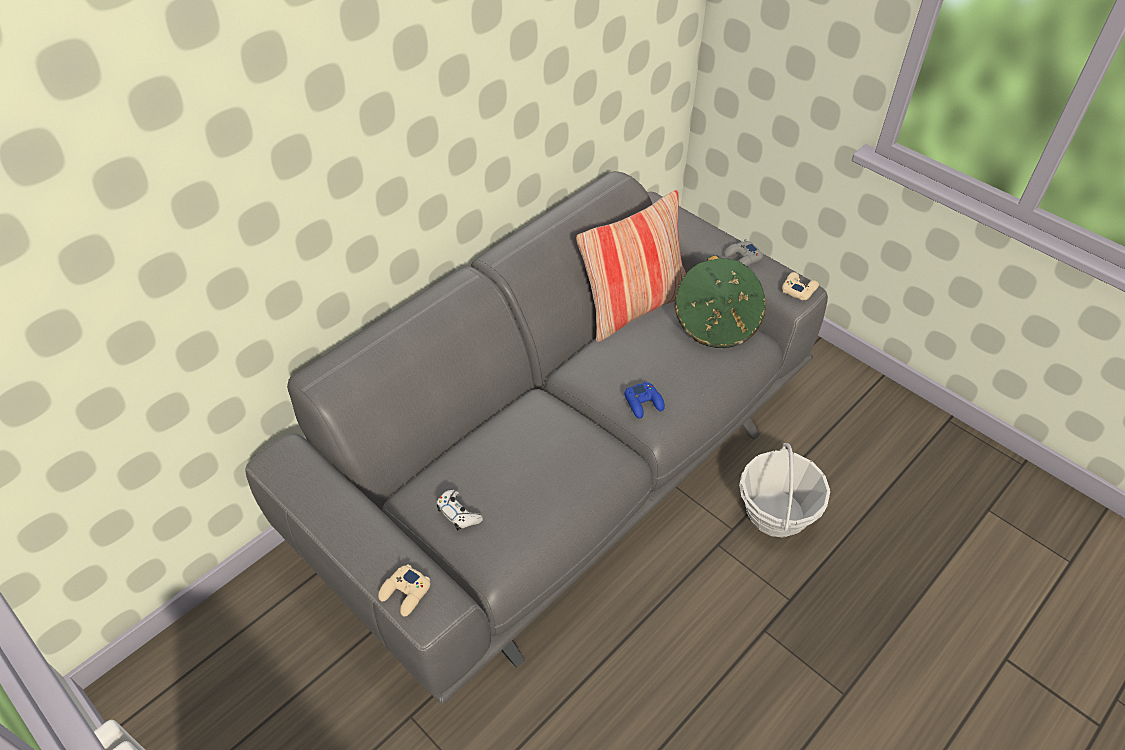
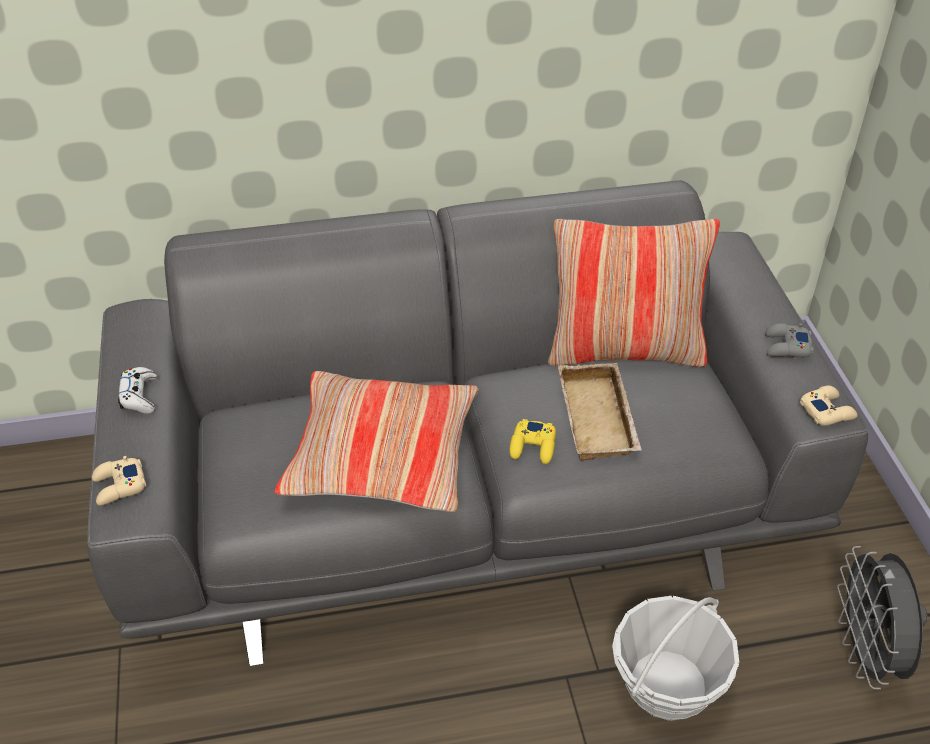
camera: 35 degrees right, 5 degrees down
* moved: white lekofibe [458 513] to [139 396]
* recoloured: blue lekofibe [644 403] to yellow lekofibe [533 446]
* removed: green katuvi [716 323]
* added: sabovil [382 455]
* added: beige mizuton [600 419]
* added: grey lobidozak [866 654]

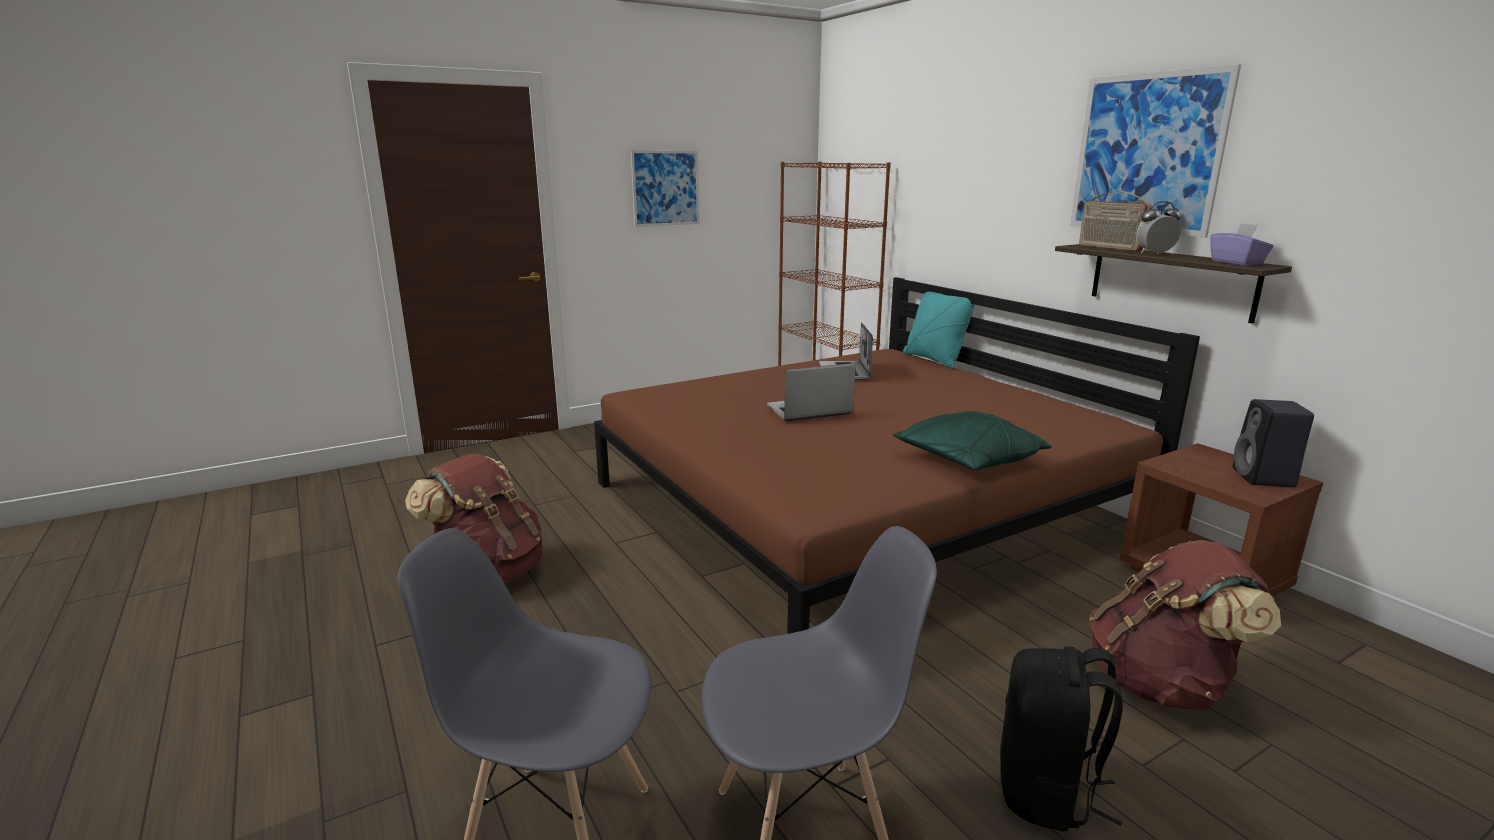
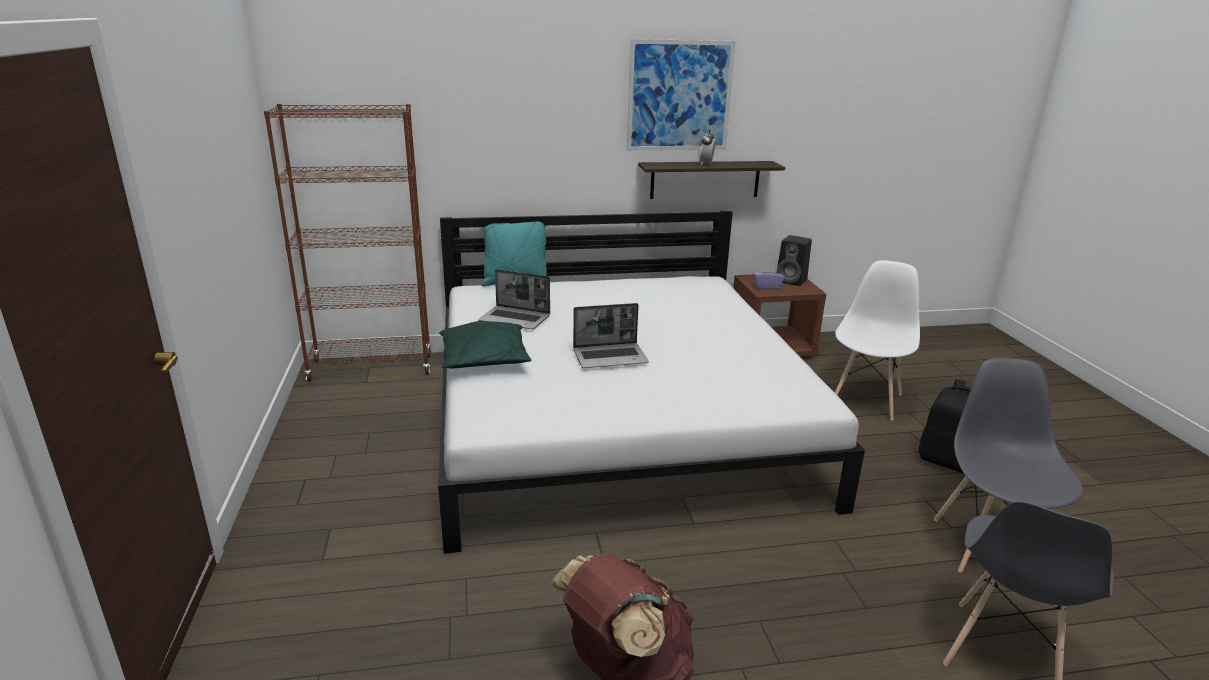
camera: 70 degrees left, 5 degrees up
* recoloured: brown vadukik [859 507] to white vadukik [616 419]
* removed: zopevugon [665 188]
* turned: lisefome [808 411] = [611 357] 105 degrees counterclockwise
* moved: green sabovil [968 460] to [485 361]
* removed: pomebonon [1109 248]
* replaced: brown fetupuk [1162 684] to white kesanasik [866 399]
* moved: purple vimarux [1237 262] to [767 287]

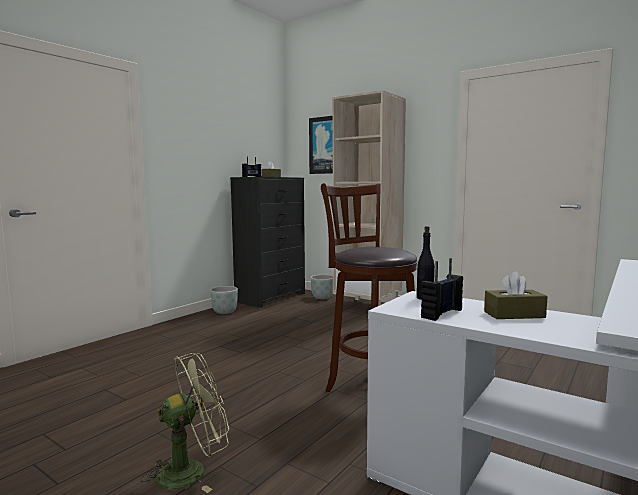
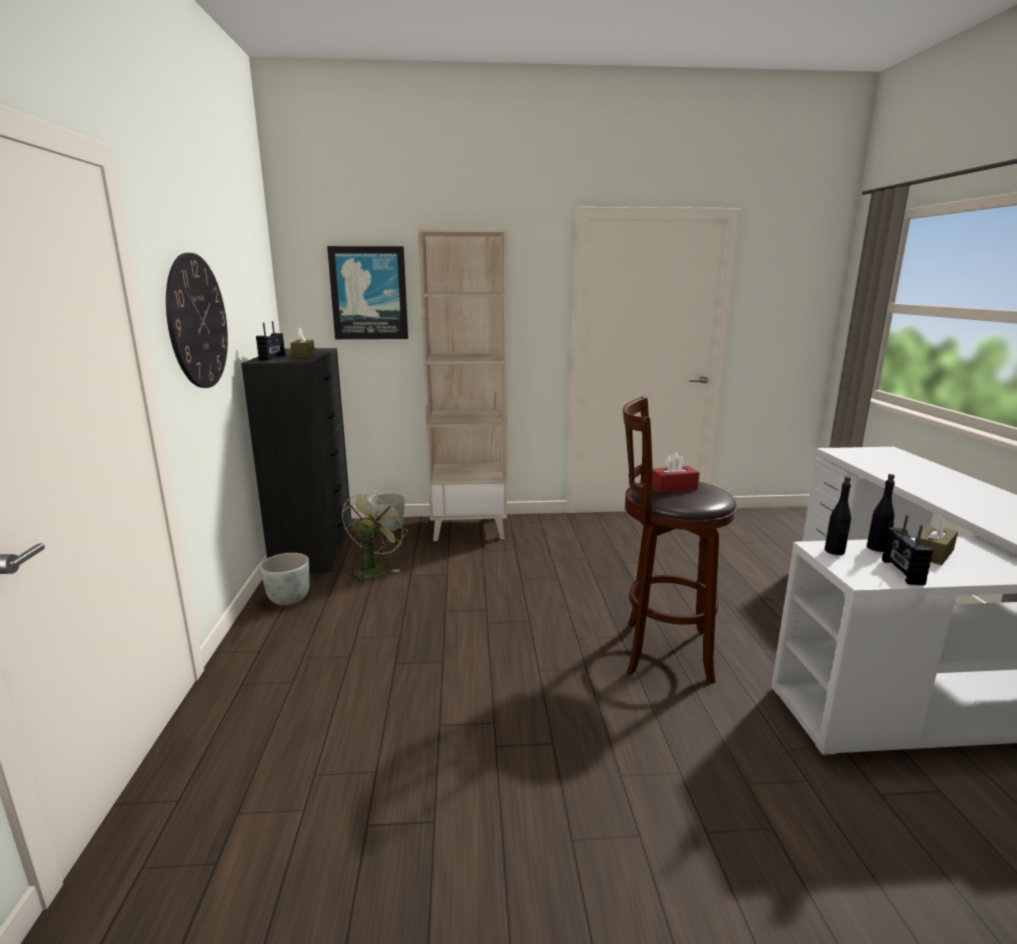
camera: 40 degrees left, 10 degrees up
* moved: green lobidozak [191 470] to [373 568]
* added: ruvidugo [197 322]
* added: red vimarux [673 487]
* added: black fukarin [877 548]

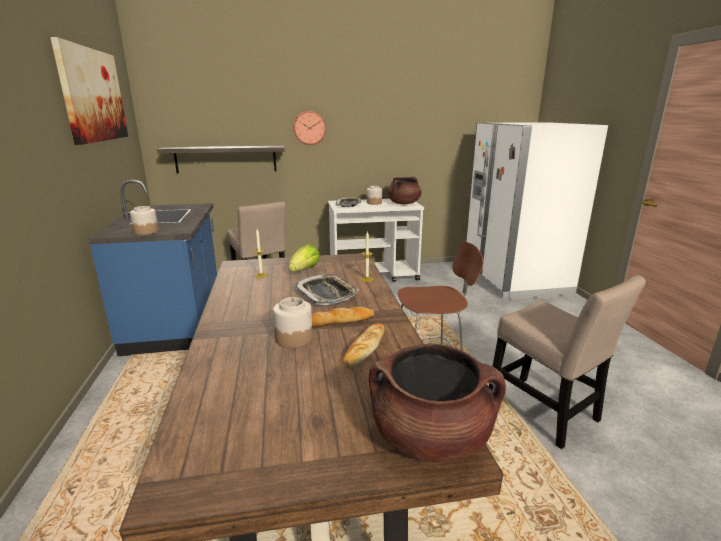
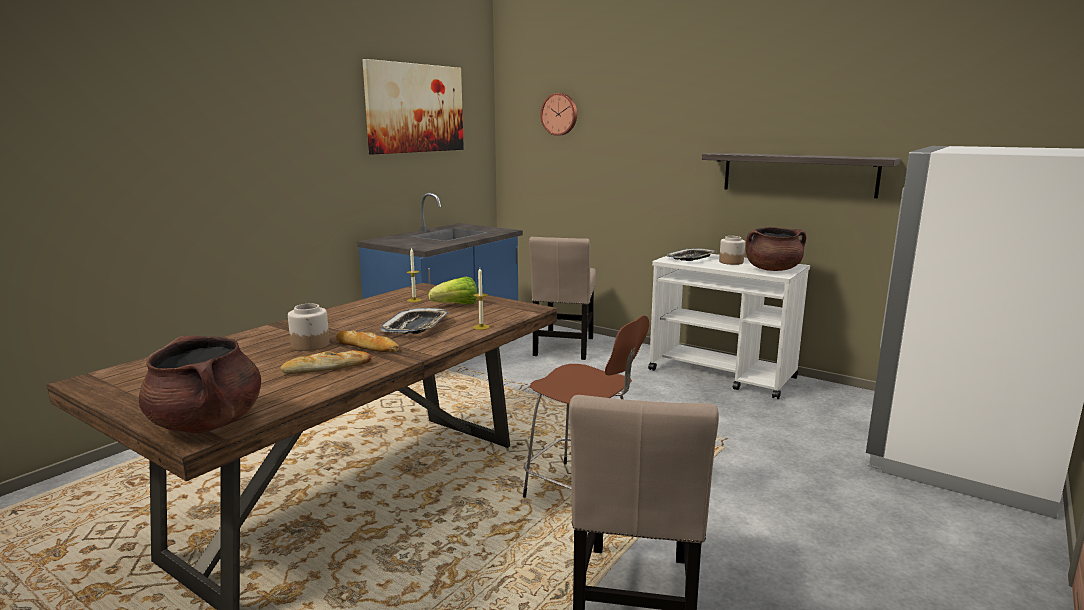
camera: 45 degrees right, 5 degrees down
* removed: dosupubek [146 231]
* moved: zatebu [226 159] to [798 174]
* moved: ruvidugo [309 128] to [560 114]

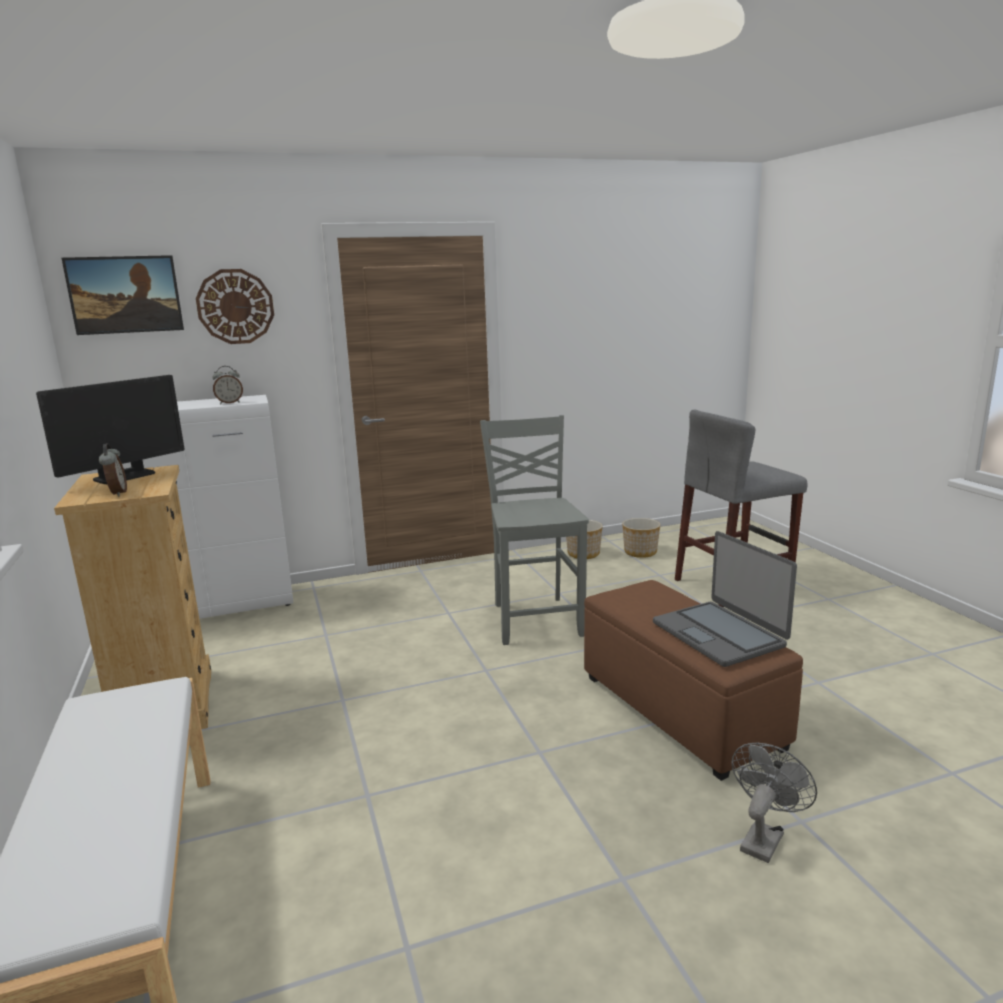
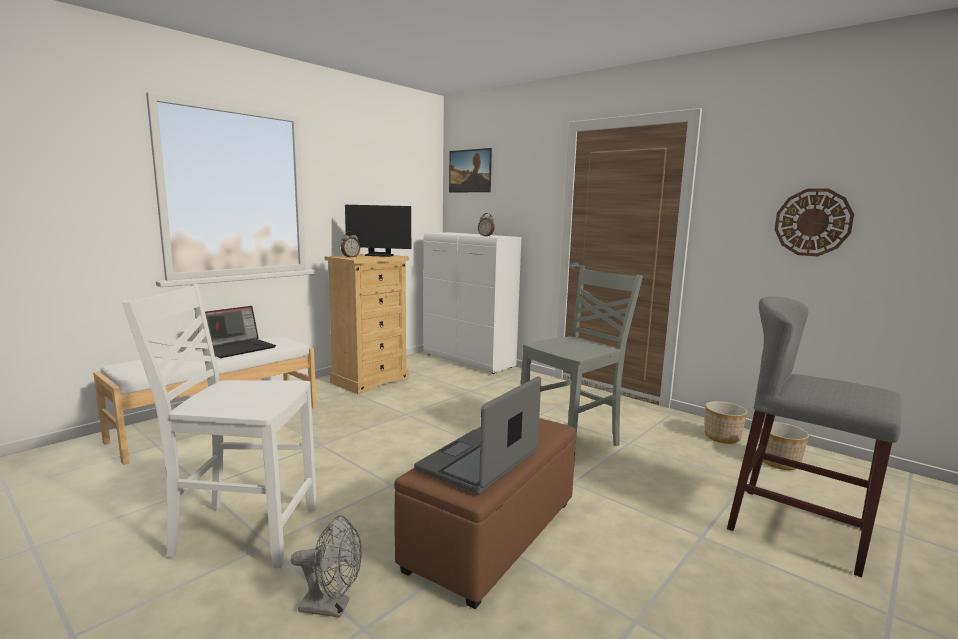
camera: 60 degrees right, 5 degrees down
* moved: ruvidugo [235 306] to [812 222]
* added: white kesanasik [243 532]
* added: lisefome [238 348]

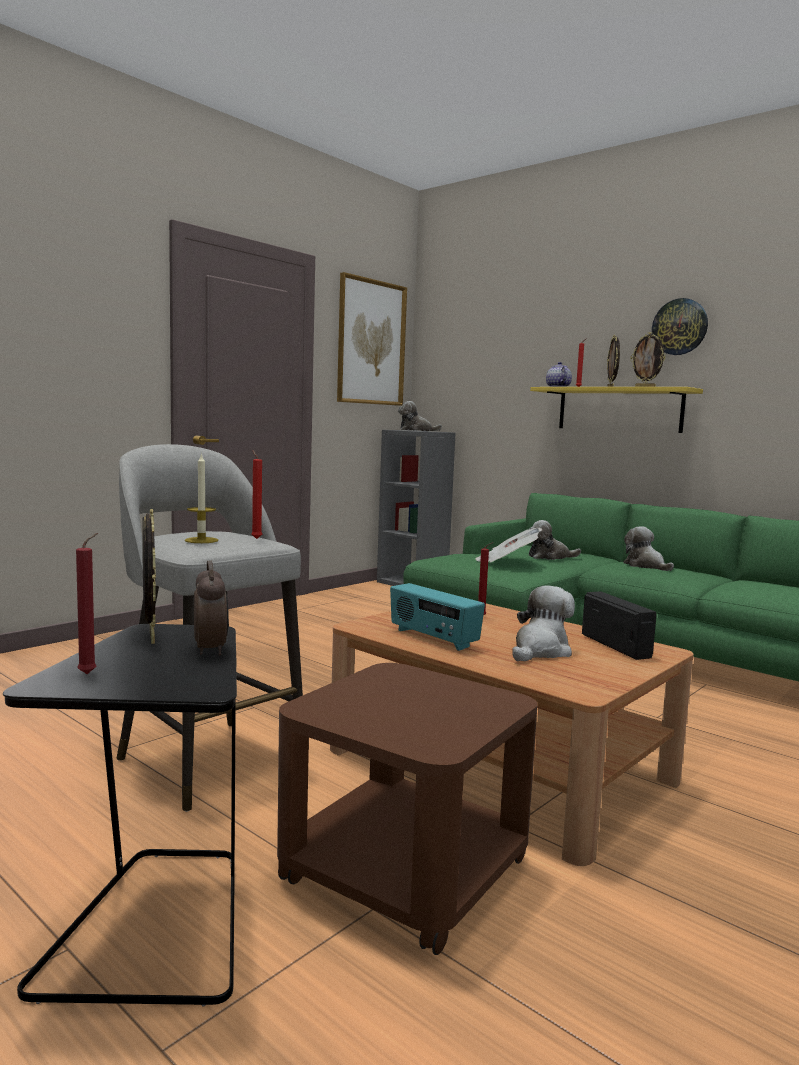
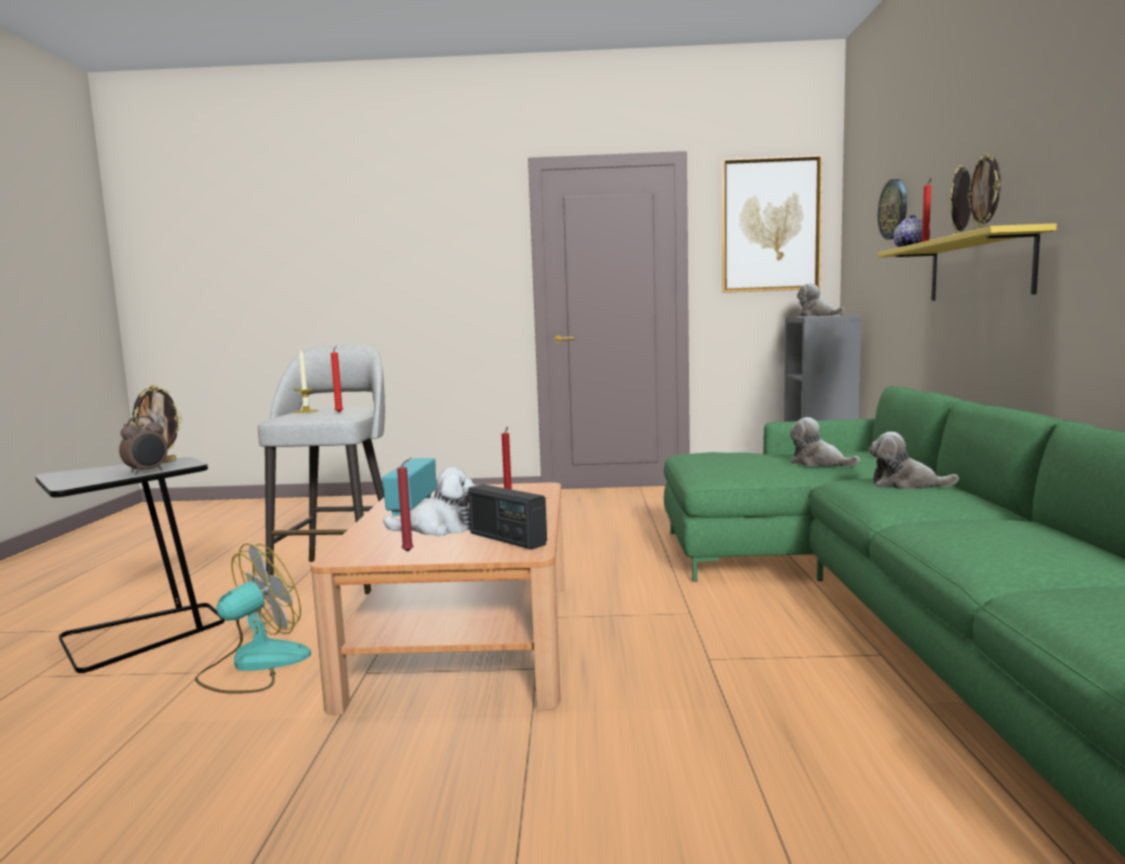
camera: 50 degrees right, 0 degrees up
* moved: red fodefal [90 673] to [410 551]
* replaced: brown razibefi [404 872] to lobidozak [254 665]
* removed: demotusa [507 562]
* turned: pomebonon [616 646] = [507 539] 105 degrees clockwise
* turned: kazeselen [646 566] = [905 485] 90 degrees counterclockwise
* moved: ruvidugo [679 327] to [894 209]

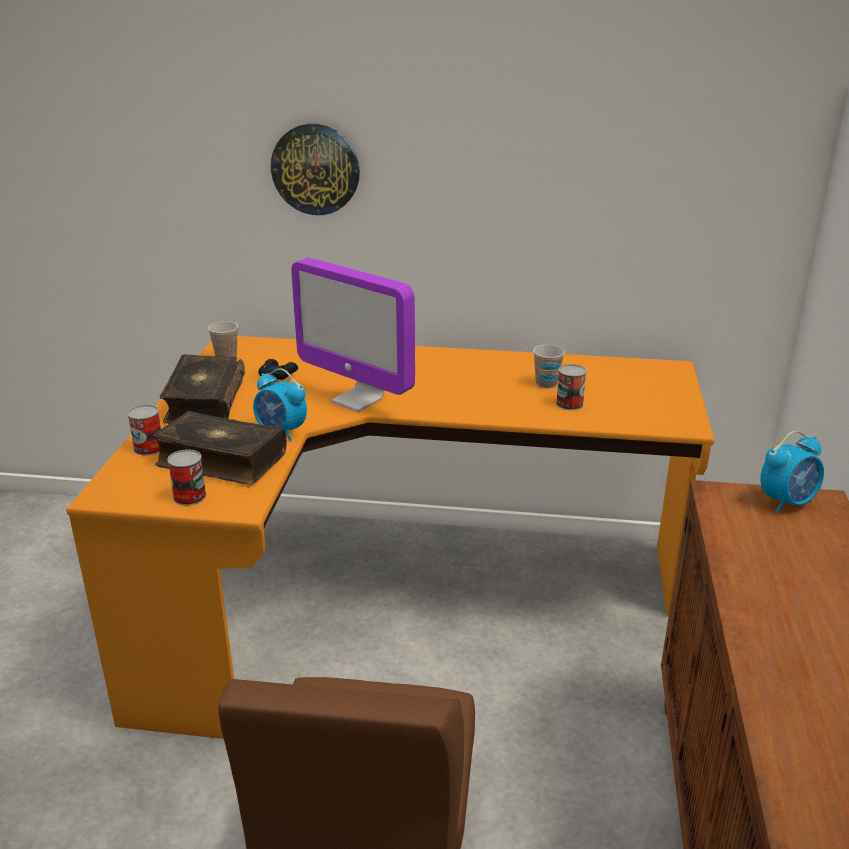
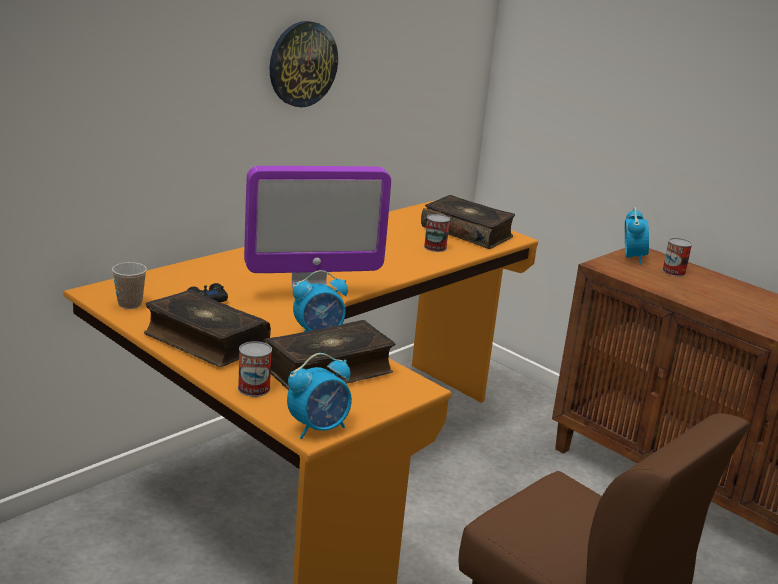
camera: 55 degrees left, 5 degrees down
* moved: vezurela [189 496] to [673 272]
* moved: ruvidugo [315 169] to [302 64]
* removed: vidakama [546 384]
* added: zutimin [319 428]
* added: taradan [467 232]

